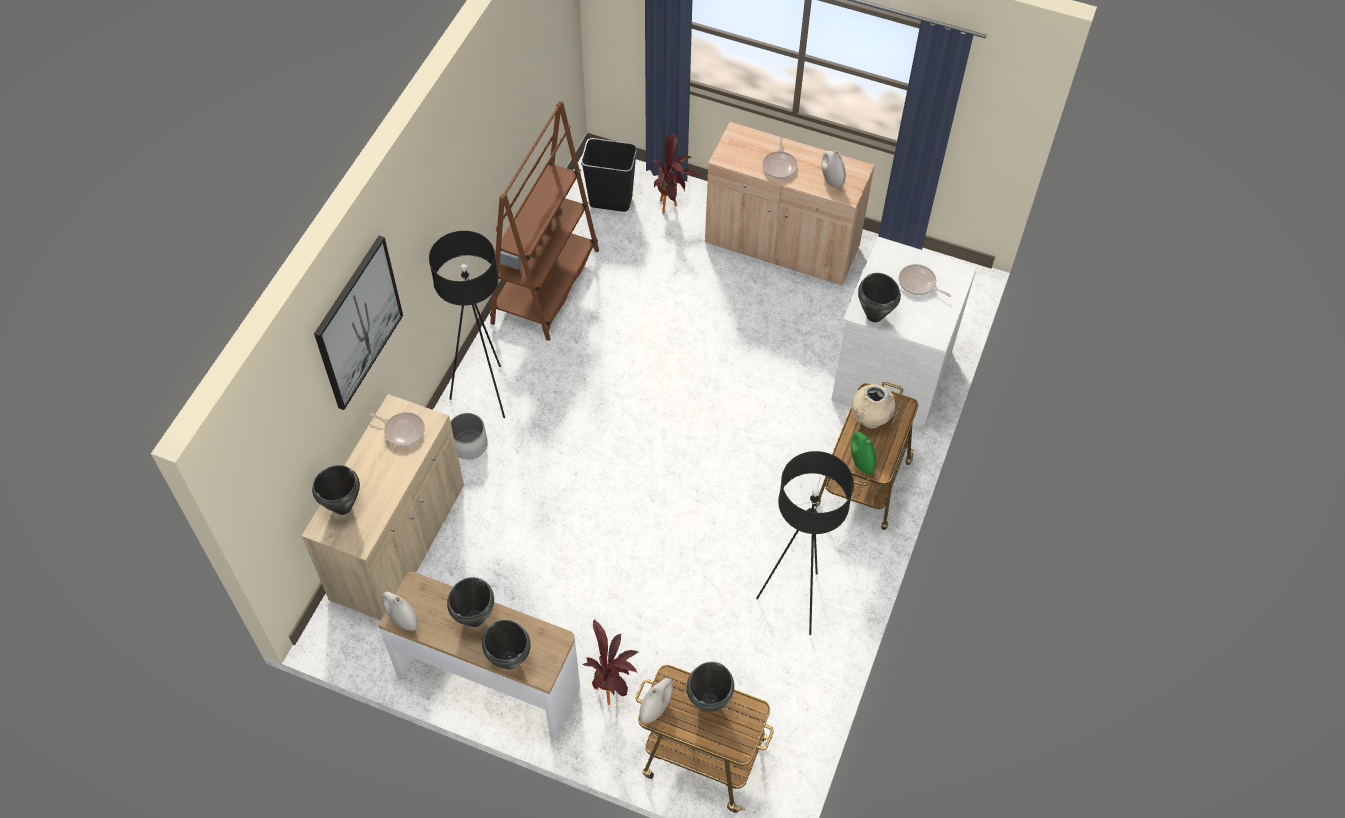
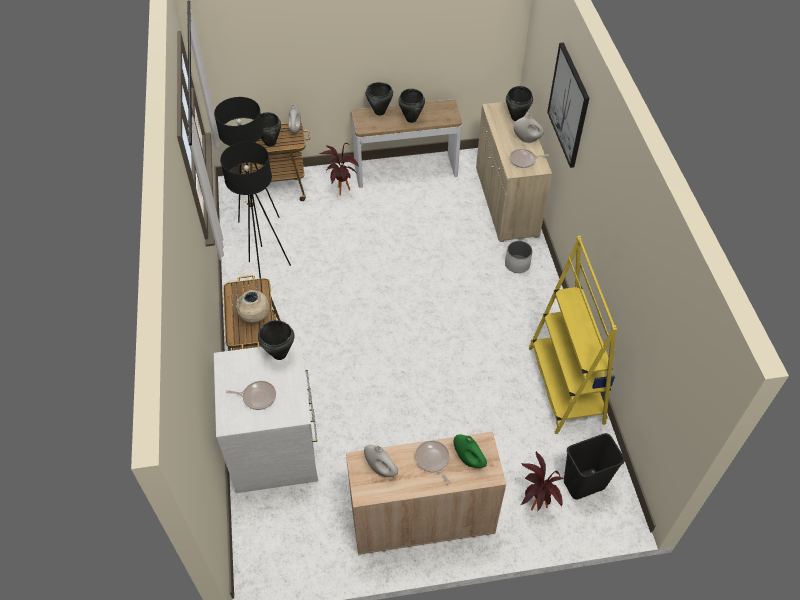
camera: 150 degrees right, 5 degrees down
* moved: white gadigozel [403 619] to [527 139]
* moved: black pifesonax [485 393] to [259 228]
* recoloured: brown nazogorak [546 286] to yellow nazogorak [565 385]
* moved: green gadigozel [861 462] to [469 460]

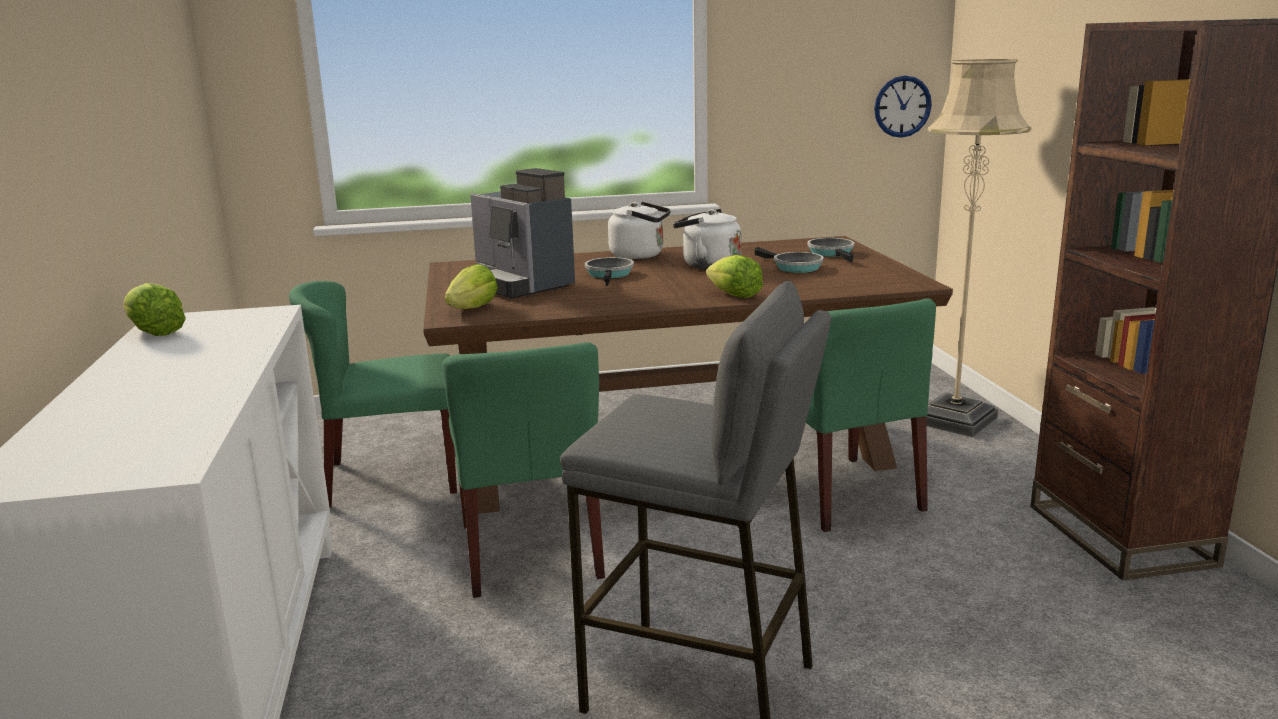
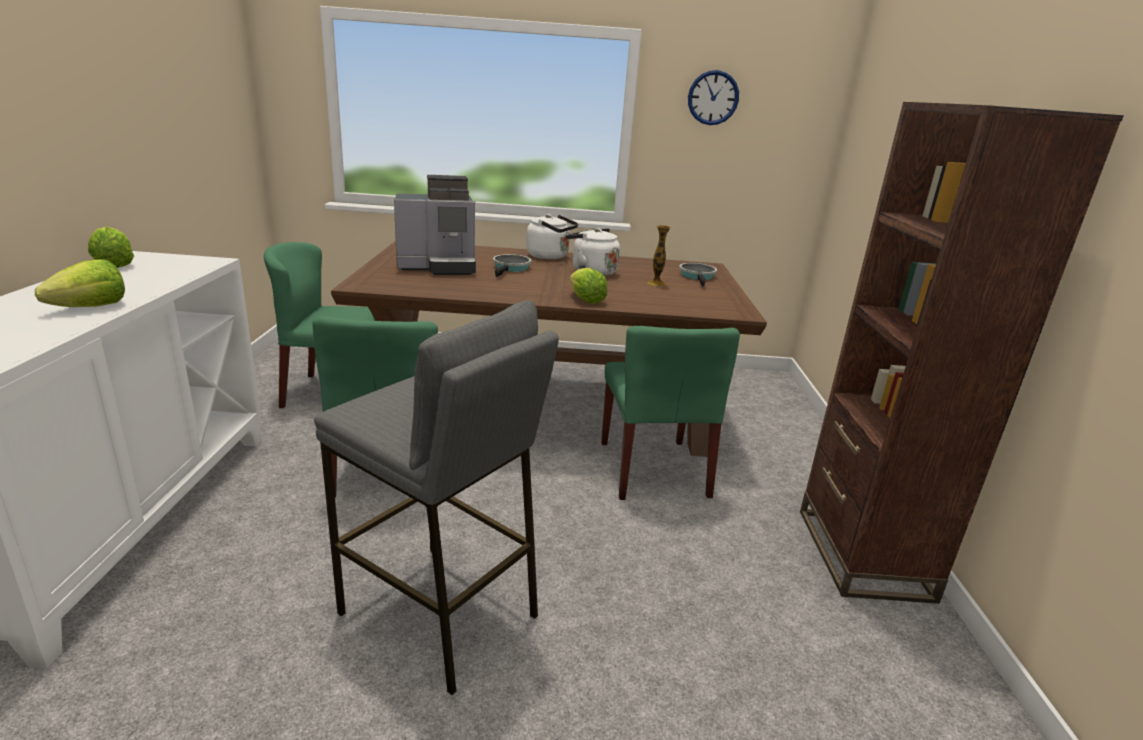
camera: 10 degrees right, 5 degrees up
* moved: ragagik [472 308] to [91 307]
* turned: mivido [522 285] = [439 267] 75 degrees counterclockwise
* replaced: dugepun [794 267] to gadigozel [656 283]
* moved: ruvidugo [902 106] to [713 98]
* removed: beige pifesonax [955 420]

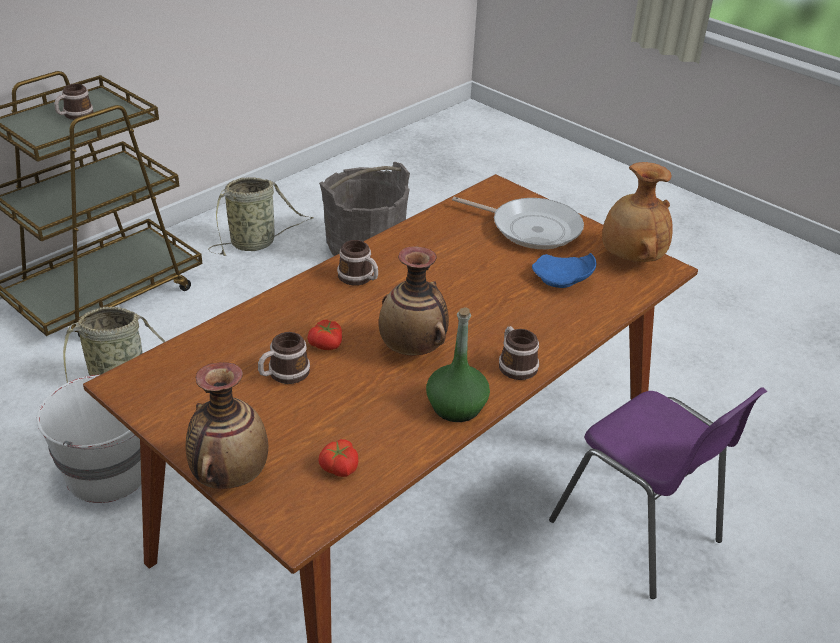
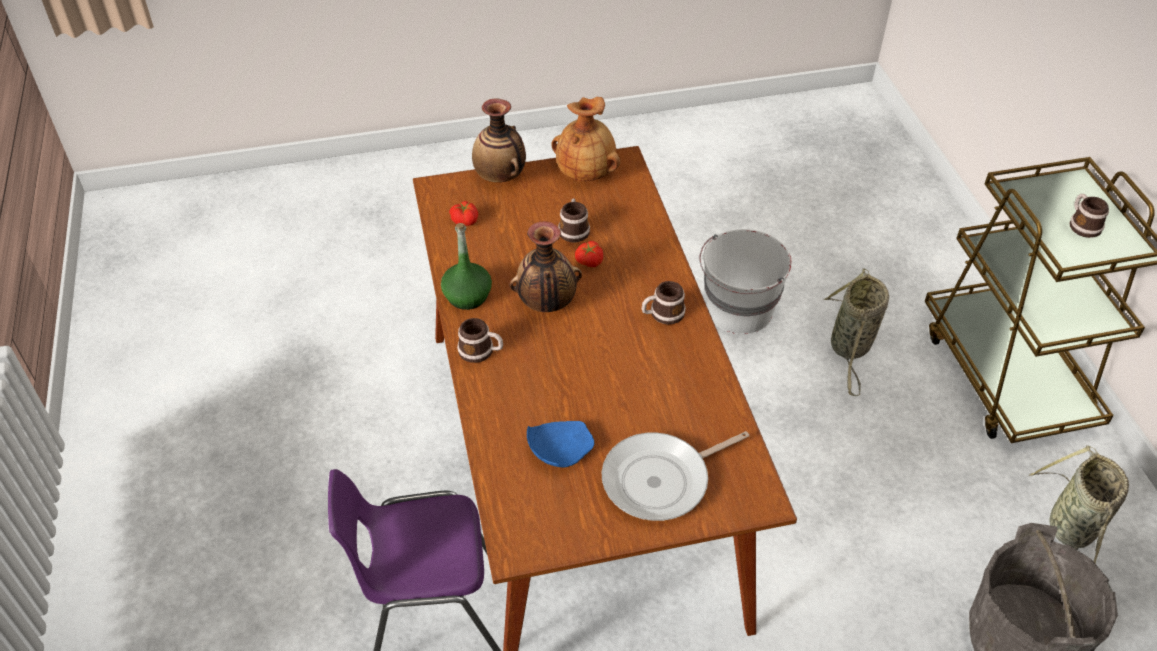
camera: 125 degrees right, 10 degrees up
* moved: brown gadigozel [630 257] to [586 173]

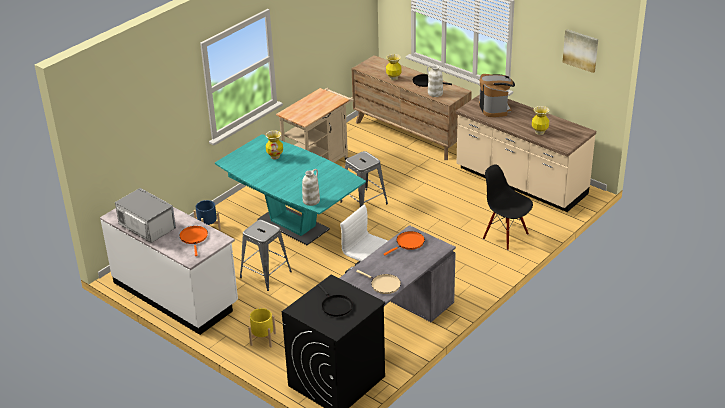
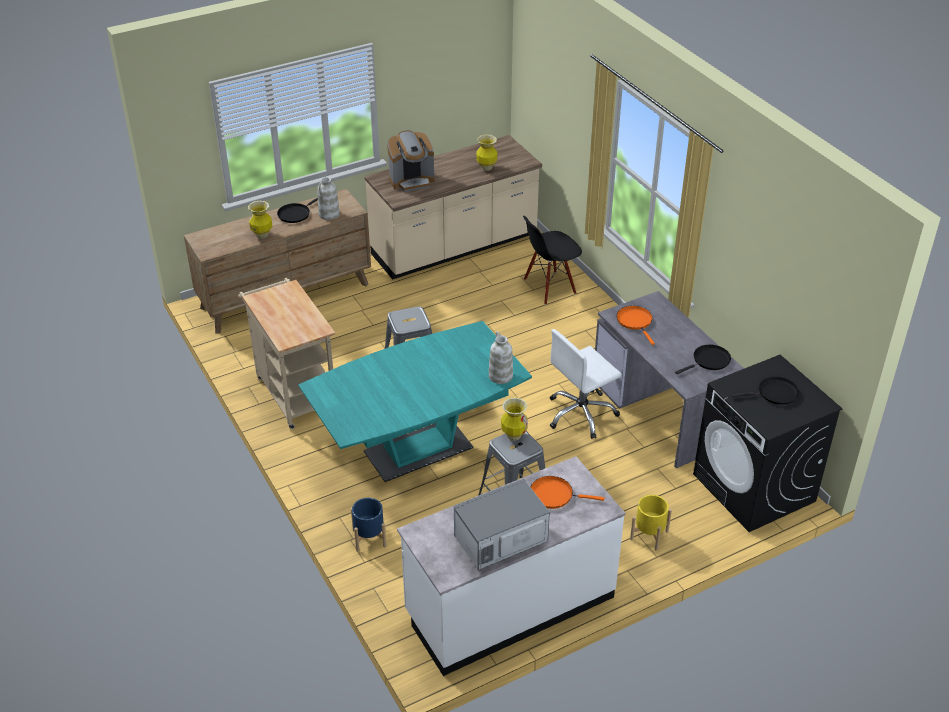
camera: 70 degrees left, 5 degrees up
* moved: gadigozel [275 157] to [513 435]
* recoloured: beige dugepun [383 285] to black dugepun [709 361]
* turned: mivido [495 108] = [412 180] 150 degrees clockwise
* removed: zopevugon [581 50]

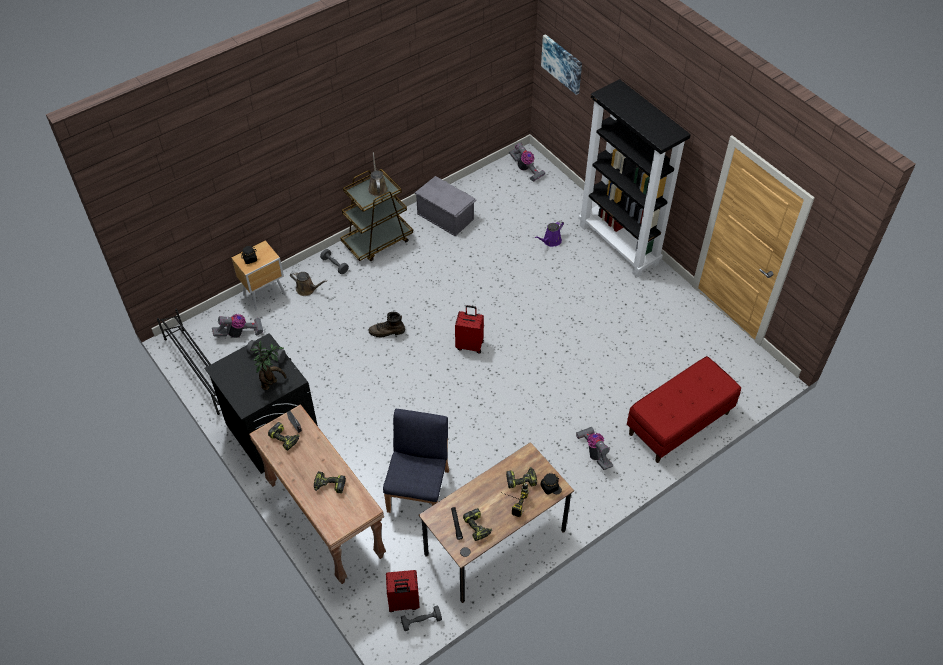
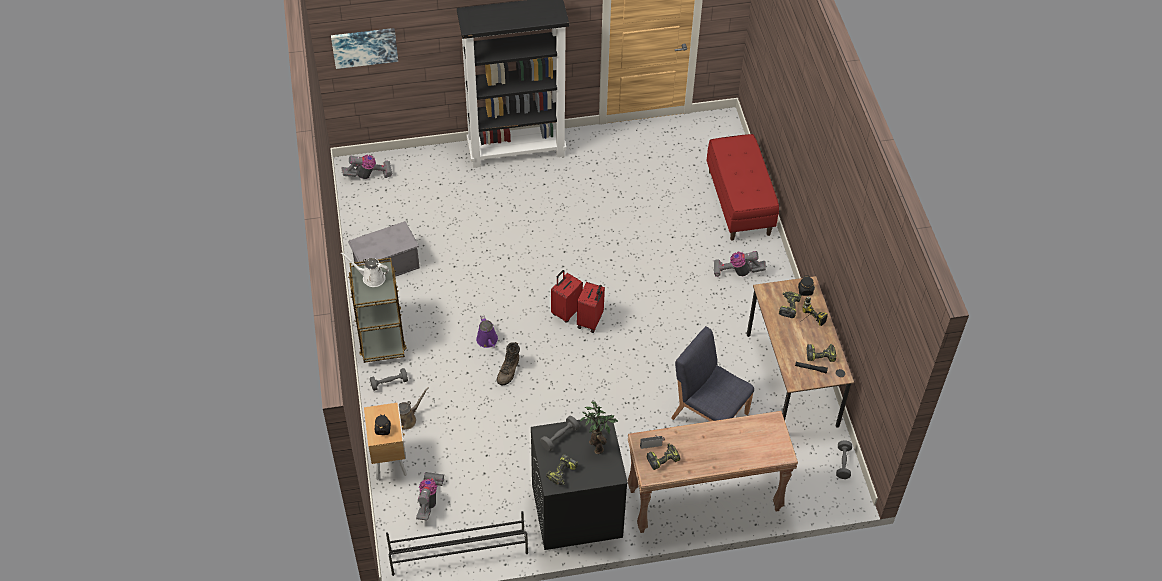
camera: 65 degrees left, 0 degrees up
* moved: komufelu [329 485] to [562 473]
* recoloured: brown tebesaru [377 187] to white tebesaru [371 277]
* moved: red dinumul [403 603] to [590 321]
* moved: purple tebesaru [550 241] to [487 341]

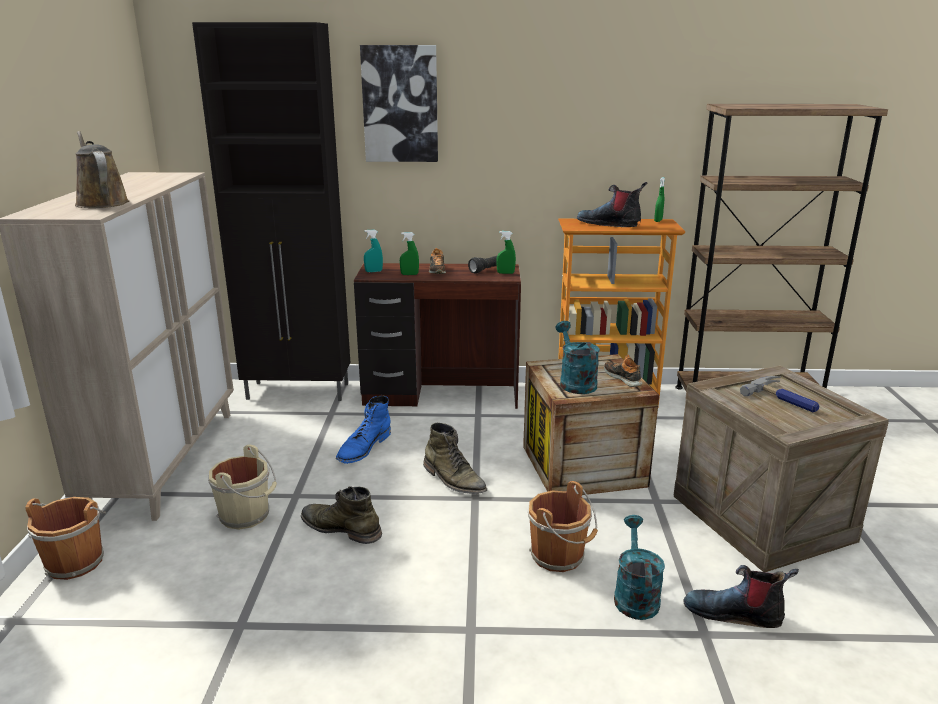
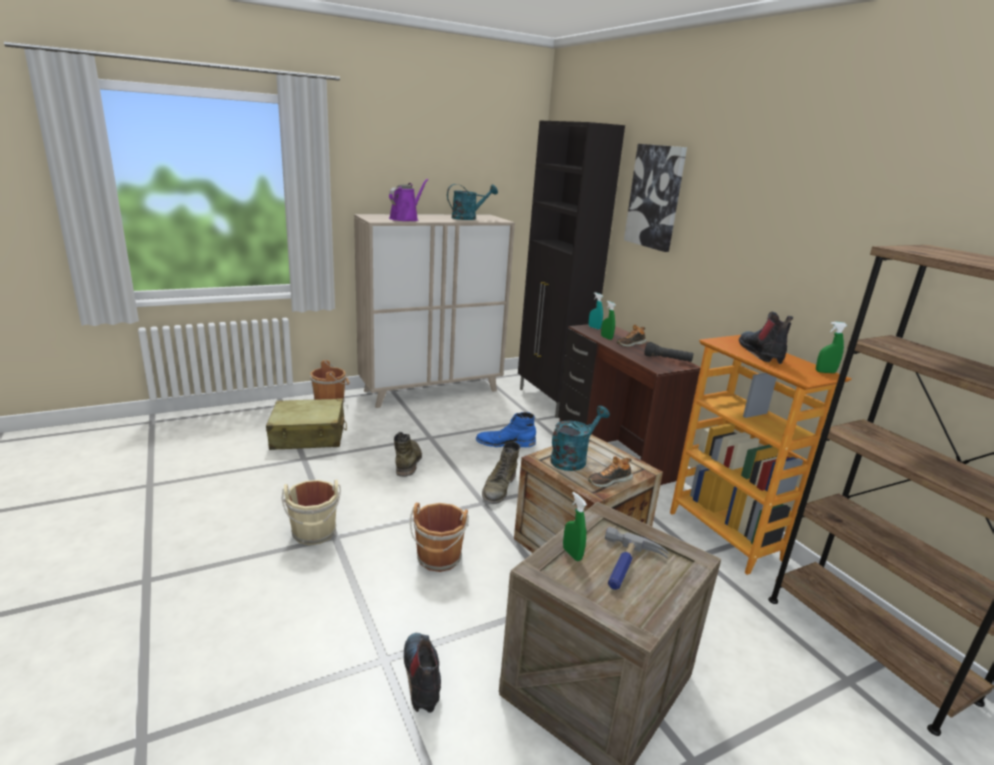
camera: 60 degrees right, 0 degrees up
* recoloured: brown tebesaru [101 203] to purple tebesaru [405 219]
* moved: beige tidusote [247 515] to [314 533]
* moved: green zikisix [505 273] to [572 554]
* turned: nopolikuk [623 378] = [609 480] 150 degrees counterclockwise
* moved: turquoise tebesaru [634 595] to [468 218]
* added: beige dinumul [308 436]

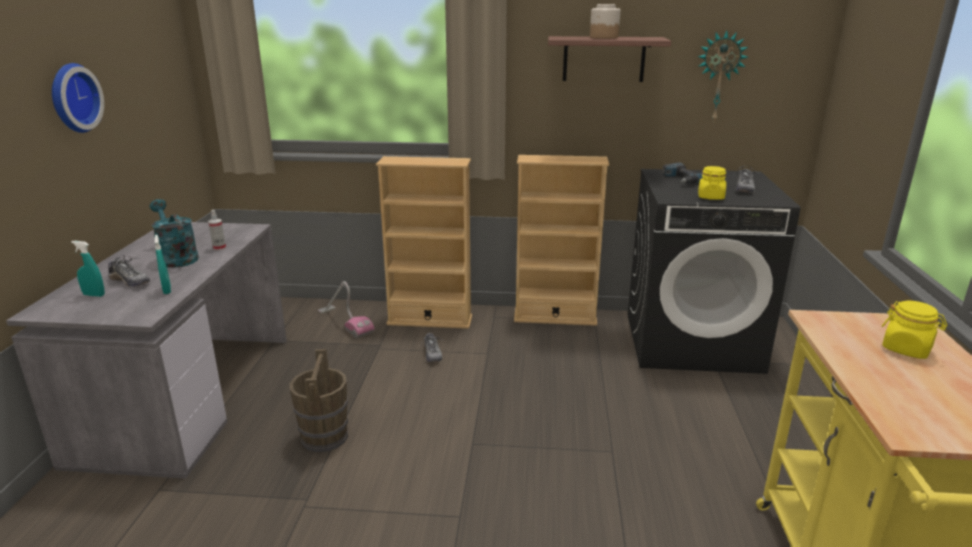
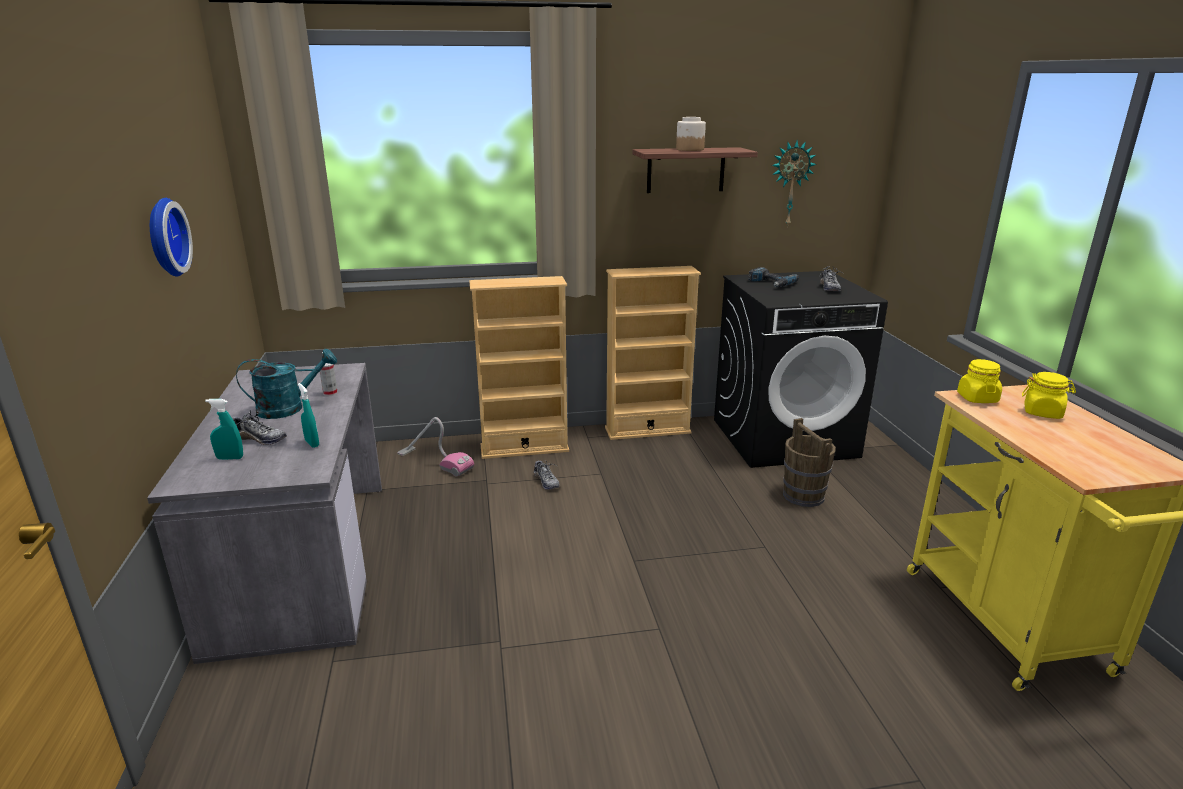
camera: 15 degrees left, 0 degrees up
* turned: turquoise tebesaru [176 257] = [289 408] 120 degrees clockwise
* moved: brown tidusote [324 436] to [803 495]
* moved: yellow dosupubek [710 197] to [977 398]

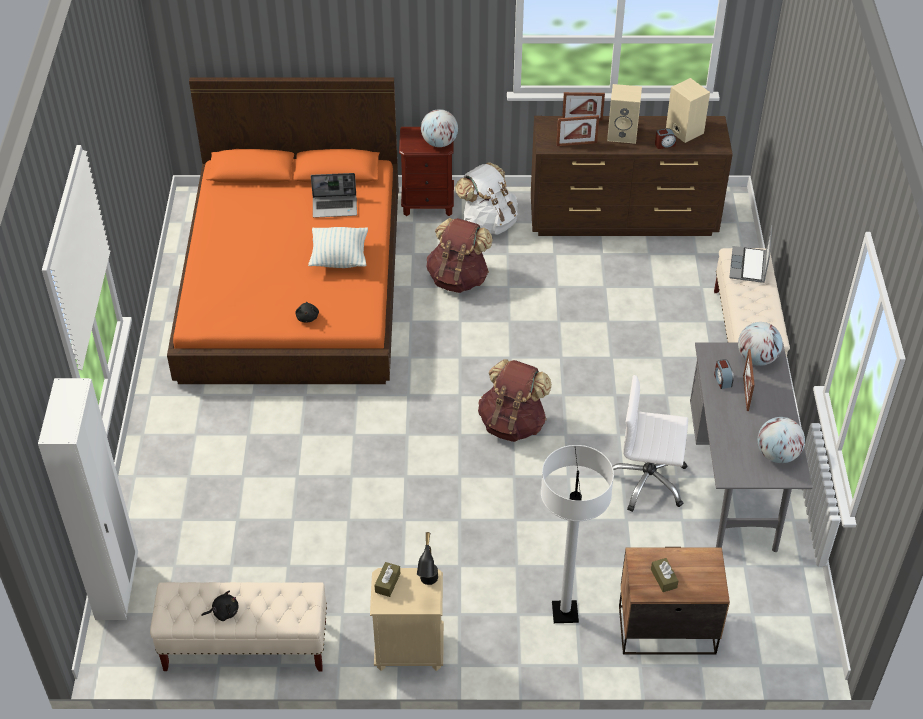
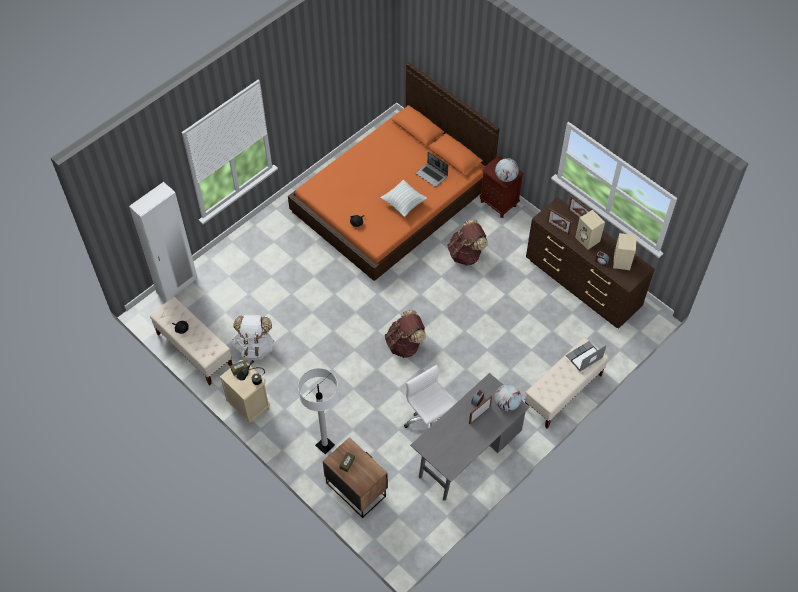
camera: 45 degrees right, 10 degrees up
* moved: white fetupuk [488 222] to [254 347]
* removed: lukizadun [777 454]

